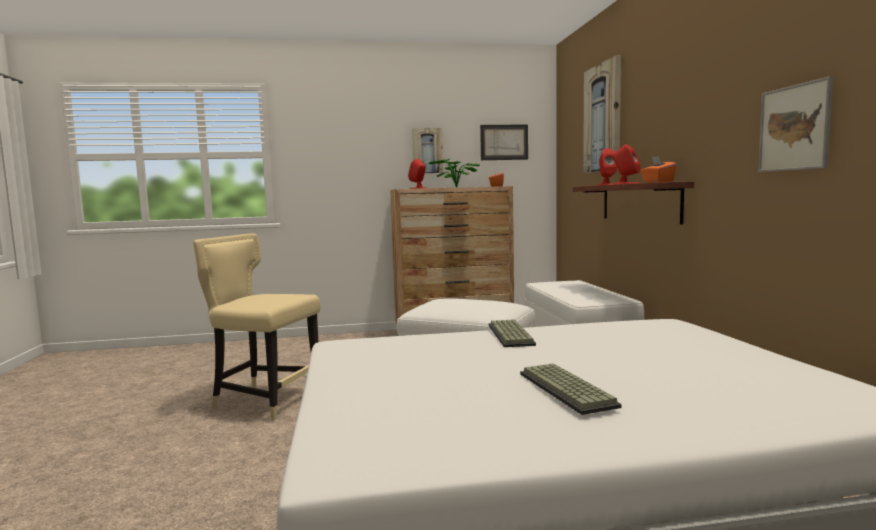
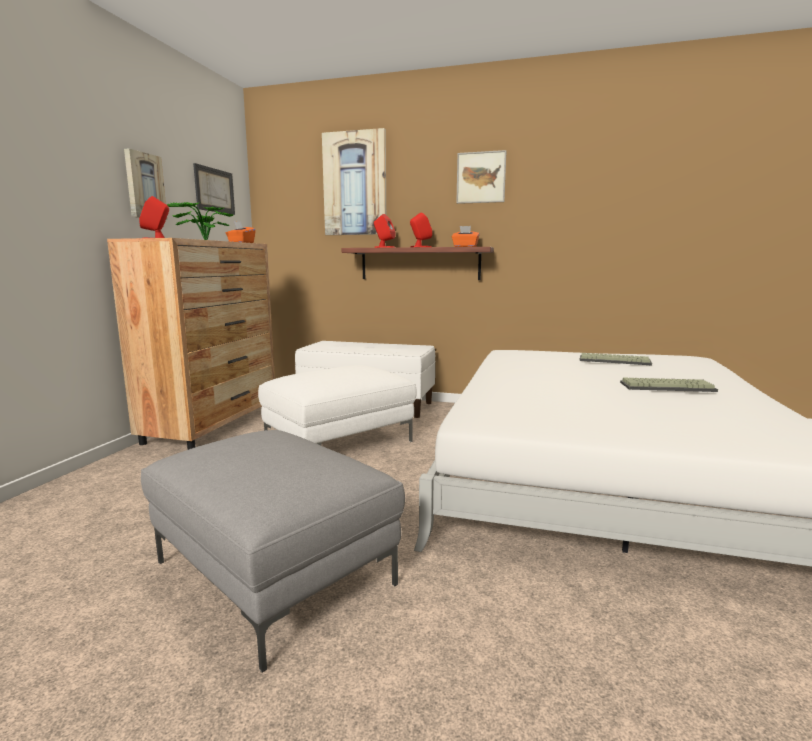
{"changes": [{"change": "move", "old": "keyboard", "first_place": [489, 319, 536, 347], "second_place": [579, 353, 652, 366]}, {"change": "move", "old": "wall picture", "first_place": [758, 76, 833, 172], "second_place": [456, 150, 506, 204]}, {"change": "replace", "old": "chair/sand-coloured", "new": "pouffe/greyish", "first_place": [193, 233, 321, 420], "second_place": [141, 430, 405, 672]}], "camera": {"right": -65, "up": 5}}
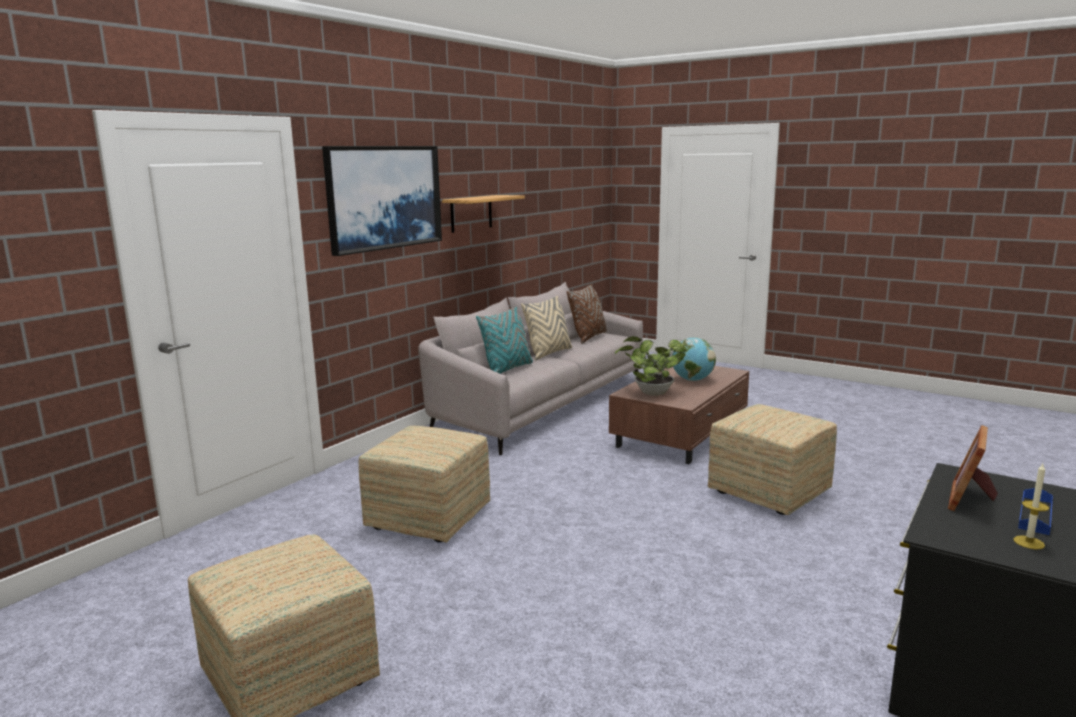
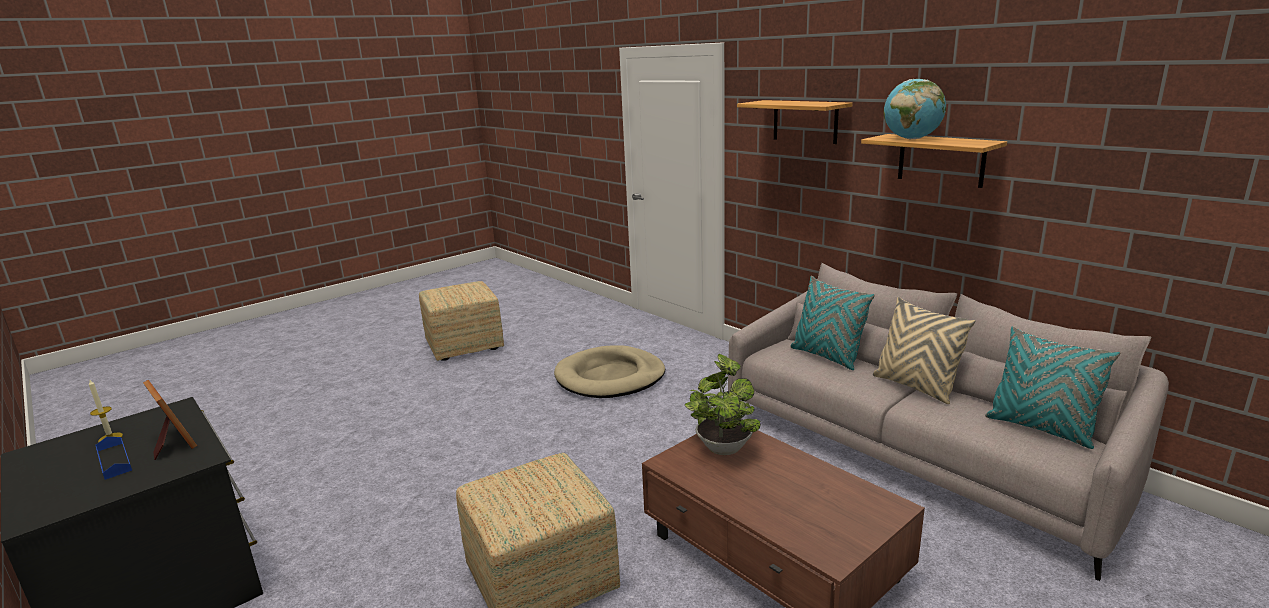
{"changes": [{"change": "move", "old": "globe", "first_place": [672, 337, 716, 381], "second_place": [884, 79, 946, 139]}, {"change": "replace", "old": "wall picture", "new": "shelf", "first_place": [322, 146, 442, 256], "second_place": [737, 100, 852, 144]}, {"change": "replace", "old": "pouffe", "new": "dog cushion/sand-coloured", "first_place": [359, 426, 490, 543], "second_place": [554, 345, 665, 398]}, {"change": "recolor", "old": "pillow/brown-coloured", "new": "pillow/blue-green", "first_place": [567, 284, 607, 344], "second_place": [985, 326, 1120, 449]}], "camera": {"right": 105, "up": 5}}
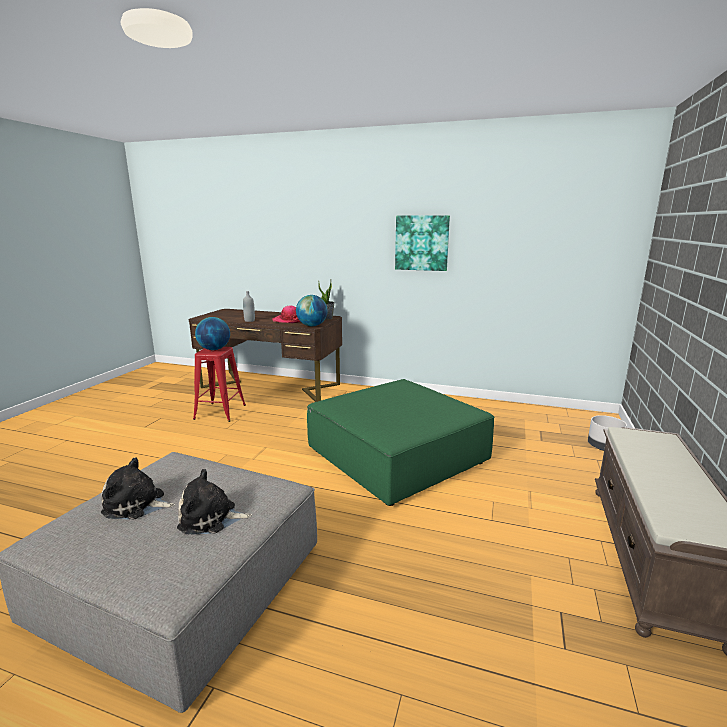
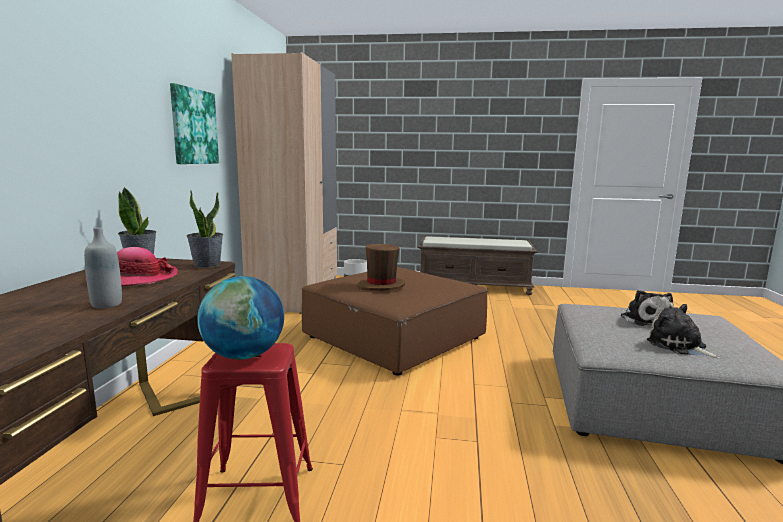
{"changes": [{"change": "insert", "new": "wardrobe/sand-coloured", "second_place": [231, 52, 337, 313]}, {"change": "insert", "new": "hat/brown-coloured", "second_place": [358, 244, 405, 291]}, {"change": "replace", "old": "globe", "new": "plant in a pot", "first_place": [296, 295, 328, 326], "second_place": [187, 191, 223, 268]}, {"change": "recolor", "old": "pouffe/green", "new": "pouffe/brown-coloured", "first_place": [307, 379, 494, 506], "second_place": [302, 267, 488, 376]}, {"change": "rotate", "old": "plush toy", "first_place": [101, 457, 175, 520], "second_place": [647, 304, 721, 358], "degrees": 150}], "camera": {"right": -100, "up": -5}}
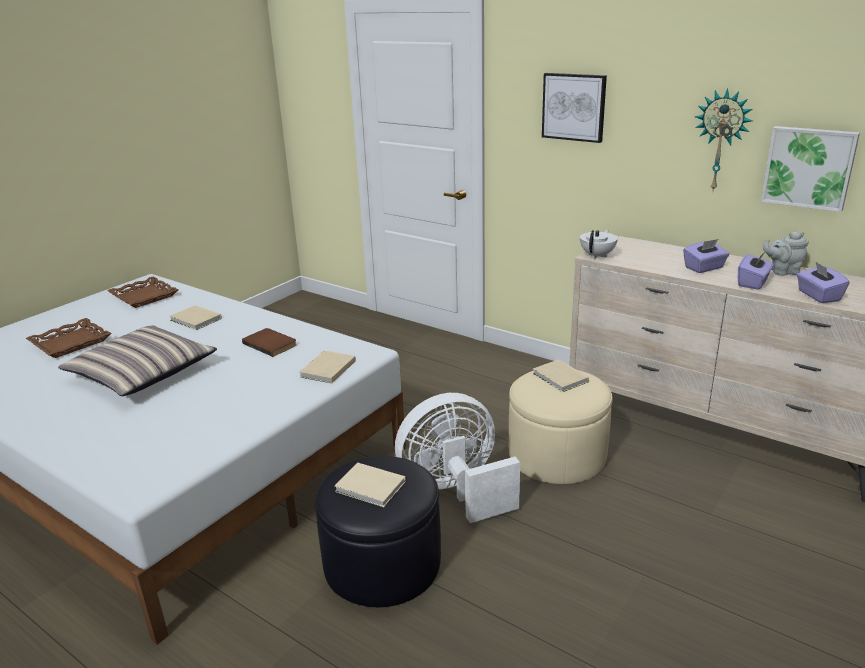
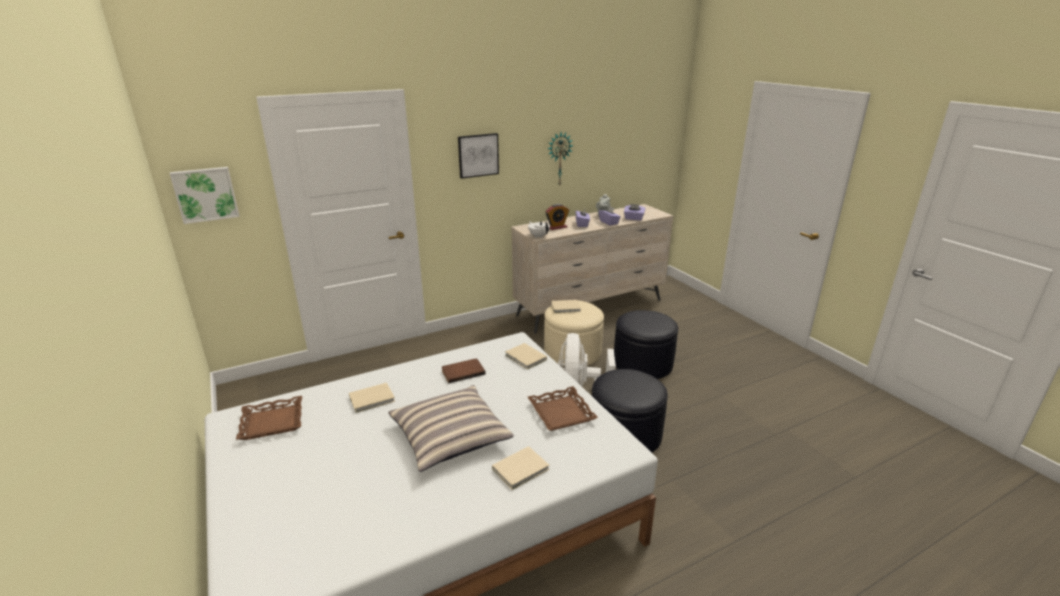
{"changes": [{"change": "insert", "new": "table clock", "second_place": [545, 204, 569, 230]}, {"change": "insert", "new": "pouffe/black", "second_place": [614, 310, 678, 379]}, {"change": "move", "old": "carrying tray/brown-coloured", "first_place": [26, 318, 111, 358], "second_place": [528, 386, 598, 431]}, {"change": "move", "old": "volume/sand-coloured", "first_place": [334, 462, 406, 507], "second_place": [492, 446, 549, 490]}, {"change": "move", "old": "wall picture", "first_place": [761, 126, 860, 212], "second_place": [170, 167, 240, 224]}], "camera": {"right": -65, "up": 0}}
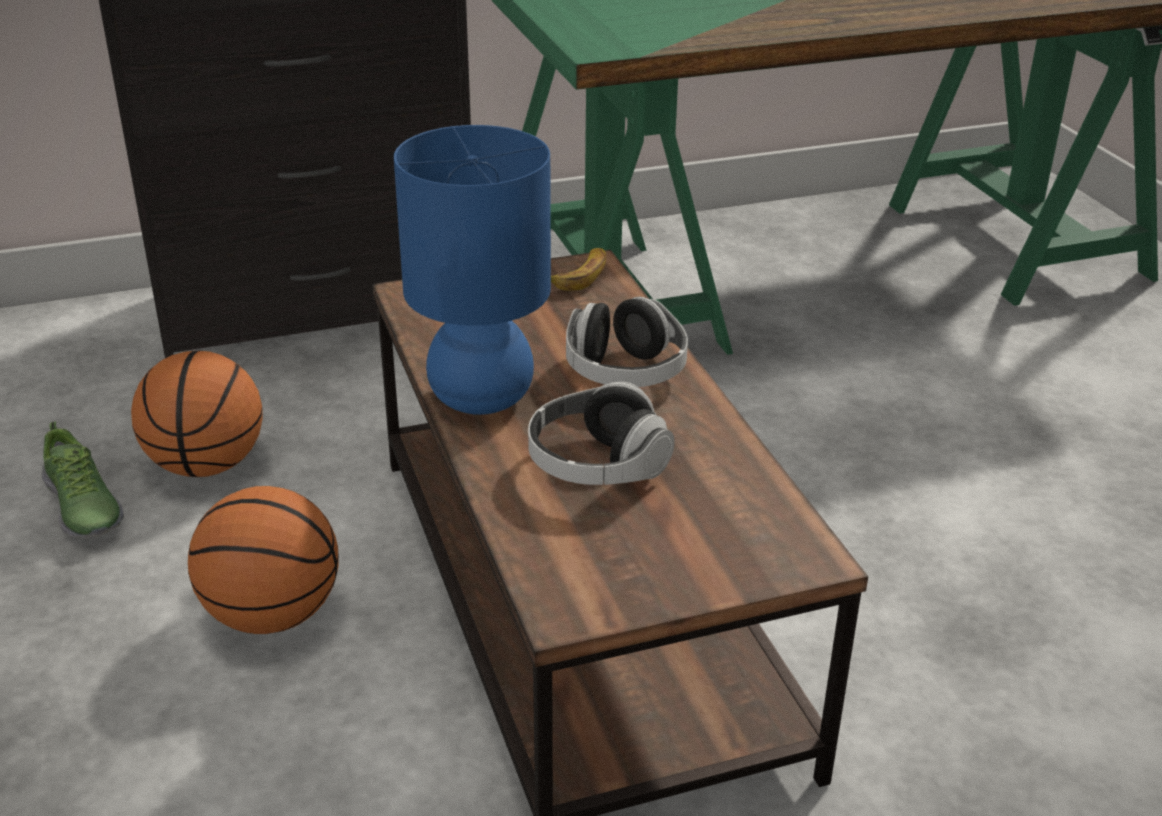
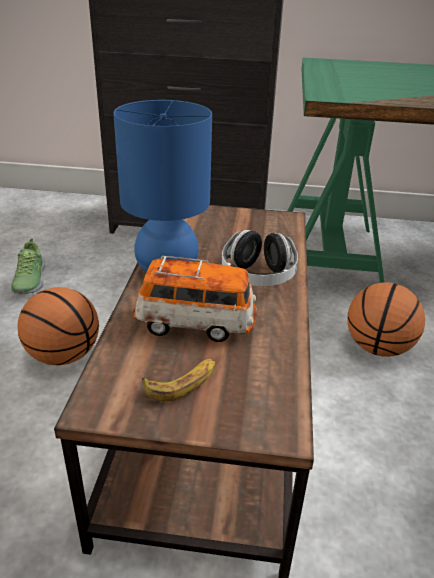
{"changes": [{"change": "move", "old": "basketball", "first_place": [131, 350, 263, 477], "second_place": [347, 282, 425, 357]}, {"change": "move", "old": "banana", "first_place": [551, 248, 606, 291], "second_place": [142, 359, 215, 402]}, {"change": "replace", "old": "pair of headphones", "new": "miniature car", "first_place": [528, 382, 675, 485], "second_place": [133, 256, 257, 342]}], "camera": {"right": 25, "up": 0}}
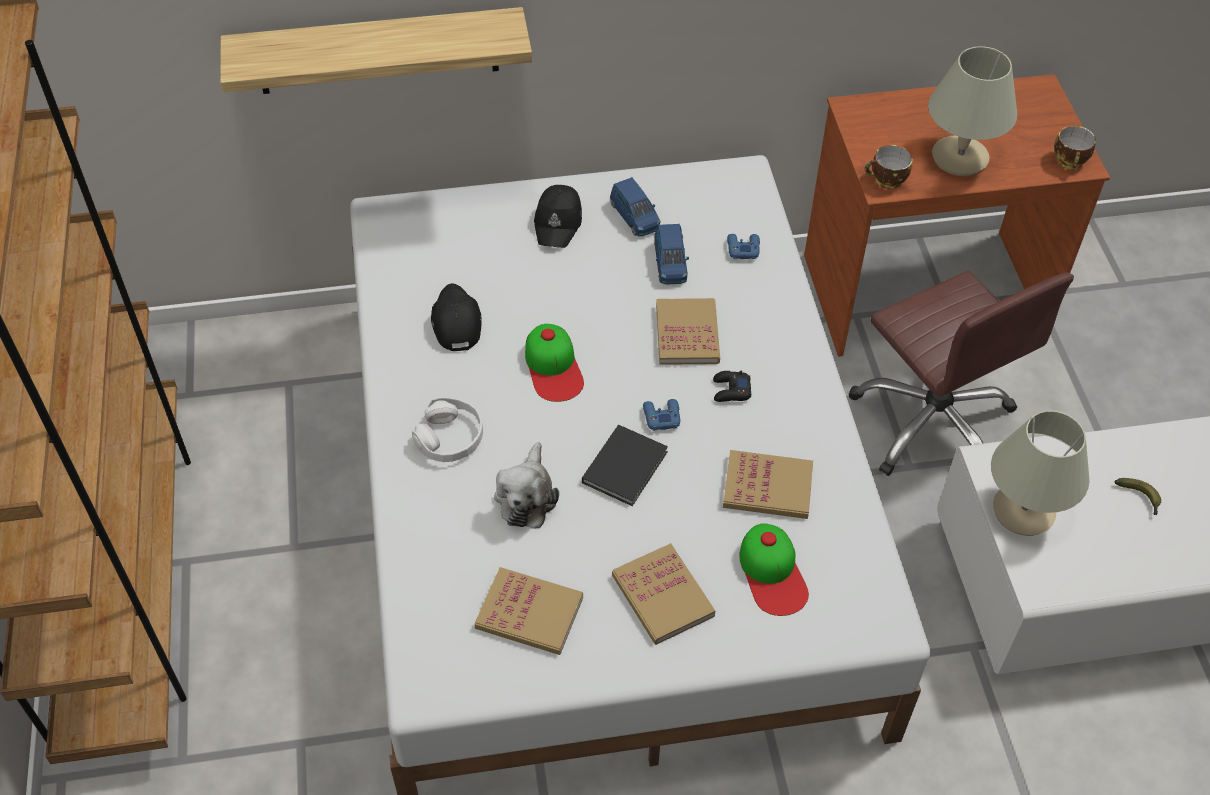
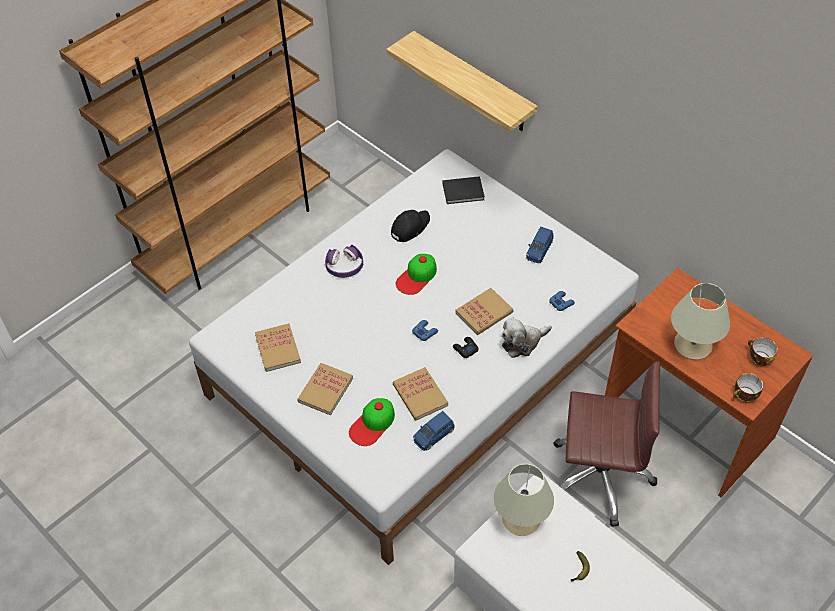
{"changes": [{"change": "delete", "old": "baseball cap/black", "first_place": [534, 185, 582, 248]}, {"change": "move", "old": "plush toy", "first_place": [494, 442, 559, 529], "second_place": [502, 318, 552, 358]}, {"change": "move", "old": "volume/black", "first_place": [582, 425, 668, 506], "second_place": [442, 176, 485, 204]}, {"change": "move", "old": "miniature car/blue-coloured", "first_place": [654, 224, 689, 285], "second_place": [413, 411, 454, 451]}, {"change": "move", "old": "small cup", "first_place": [865, 145, 913, 189], "second_place": [748, 338, 778, 366]}, {"change": "recolor", "old": "pair of headphones/white-coloured", "new": "pair of headphones/purplish", "first_place": [412, 397, 483, 462], "second_place": [325, 245, 363, 278]}, {"change": "rotate", "old": "computer chair/brown-coloured", "first_place": [849, 270, 1074, 476], "second_place": [553, 361, 660, 527], "degrees": -105}], "camera": {"right": 55, "up": 0}}
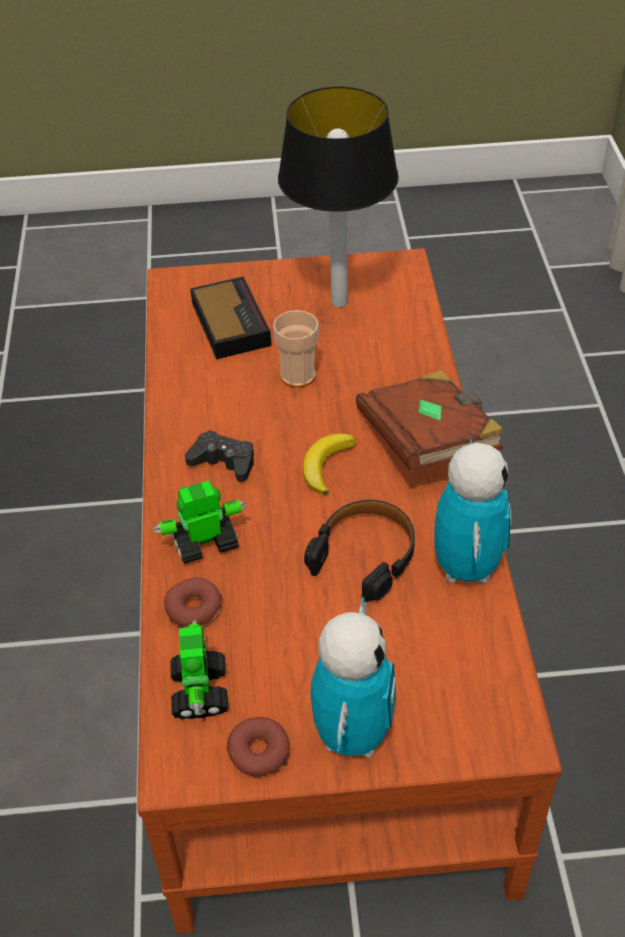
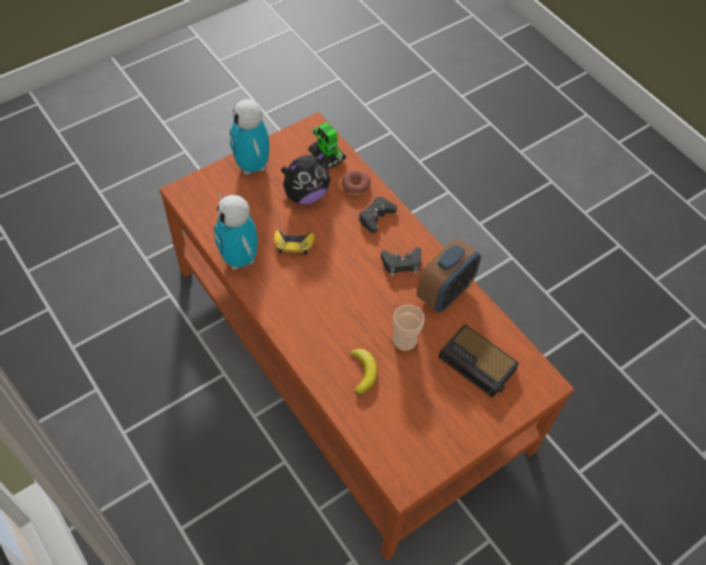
{"changes": [{"change": "delete", "old": "doughnut", "first_place": [227, 717, 290, 778]}, {"change": "delete", "old": "table lamp", "first_place": [278, 86, 399, 307]}, {"change": "delete", "old": "volume/brown-coloured", "first_place": [356, 370, 504, 472]}, {"change": "insert", "new": "plush toy", "second_place": [281, 151, 330, 204]}, {"change": "insert", "new": "table clock", "second_place": [416, 238, 481, 313]}, {"change": "move", "old": "banana", "first_place": [303, 434, 356, 495], "second_place": [350, 349, 377, 395]}, {"change": "replace", "old": "toy robot", "new": "game controller/black", "first_place": [152, 481, 247, 564], "second_place": [359, 197, 397, 233]}, {"change": "replace", "old": "pair of headphones/black", "new": "game controller/yellow", "first_place": [304, 500, 415, 602], "second_place": [274, 230, 314, 255]}], "camera": {"right": 145, "up": 10}}
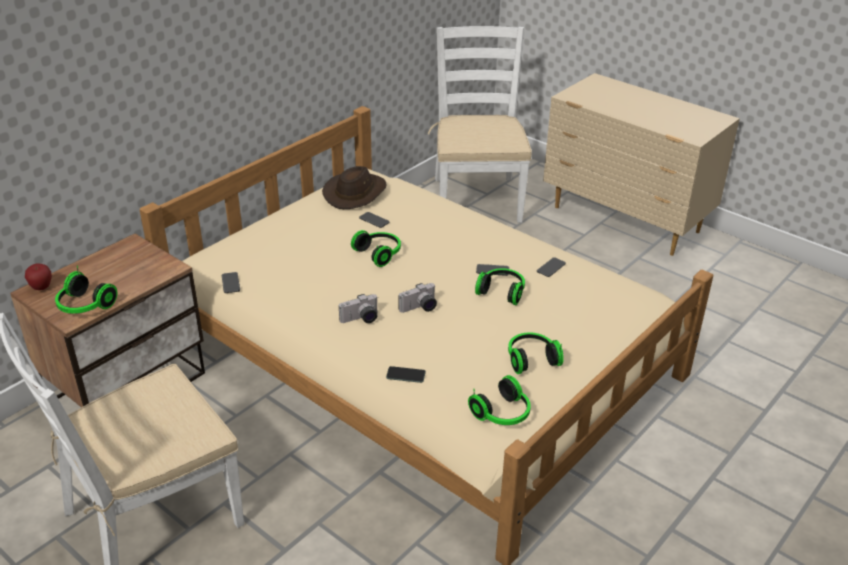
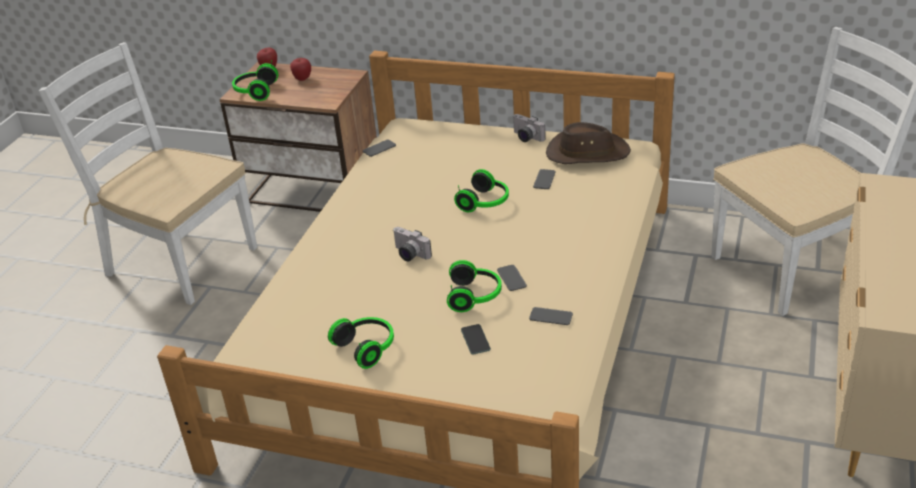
{"changes": [{"change": "delete", "old": "pair of headphones", "first_place": [468, 375, 531, 425]}, {"change": "insert", "new": "apple fruit", "second_place": [290, 58, 311, 81]}, {"change": "move", "old": "still camera", "first_place": [339, 294, 377, 323], "second_place": [513, 114, 546, 142]}, {"change": "move", "old": "telephone", "first_place": [386, 366, 426, 383], "second_place": [461, 324, 491, 355]}], "camera": {"right": 70, "up": 0}}
